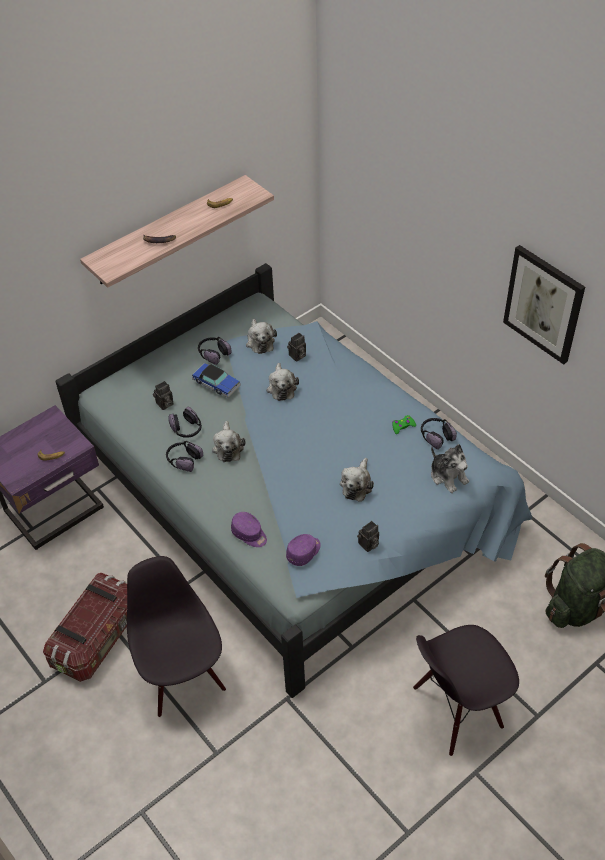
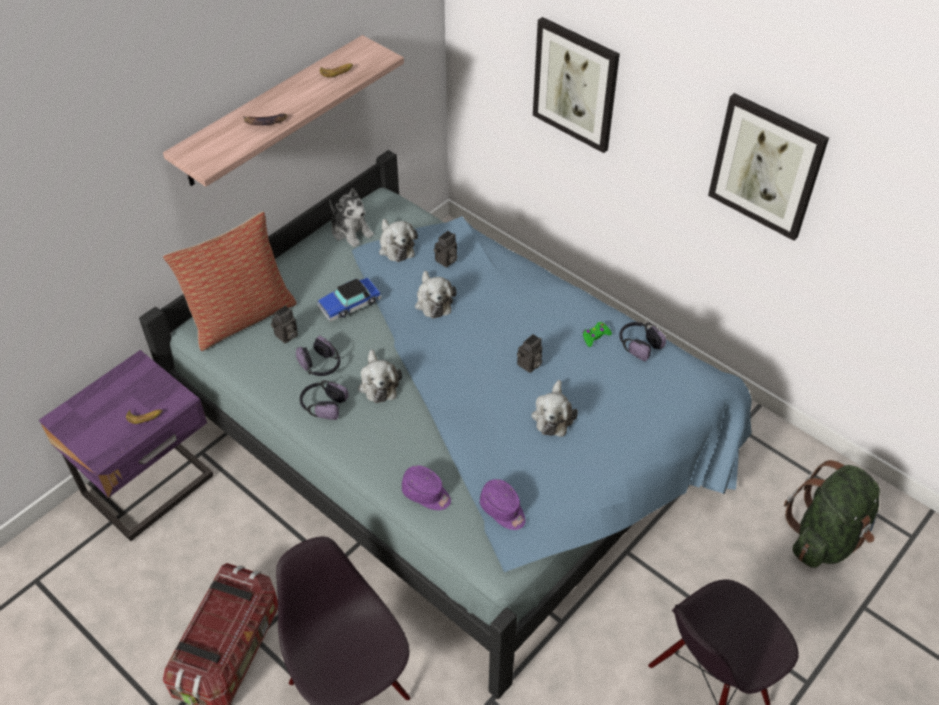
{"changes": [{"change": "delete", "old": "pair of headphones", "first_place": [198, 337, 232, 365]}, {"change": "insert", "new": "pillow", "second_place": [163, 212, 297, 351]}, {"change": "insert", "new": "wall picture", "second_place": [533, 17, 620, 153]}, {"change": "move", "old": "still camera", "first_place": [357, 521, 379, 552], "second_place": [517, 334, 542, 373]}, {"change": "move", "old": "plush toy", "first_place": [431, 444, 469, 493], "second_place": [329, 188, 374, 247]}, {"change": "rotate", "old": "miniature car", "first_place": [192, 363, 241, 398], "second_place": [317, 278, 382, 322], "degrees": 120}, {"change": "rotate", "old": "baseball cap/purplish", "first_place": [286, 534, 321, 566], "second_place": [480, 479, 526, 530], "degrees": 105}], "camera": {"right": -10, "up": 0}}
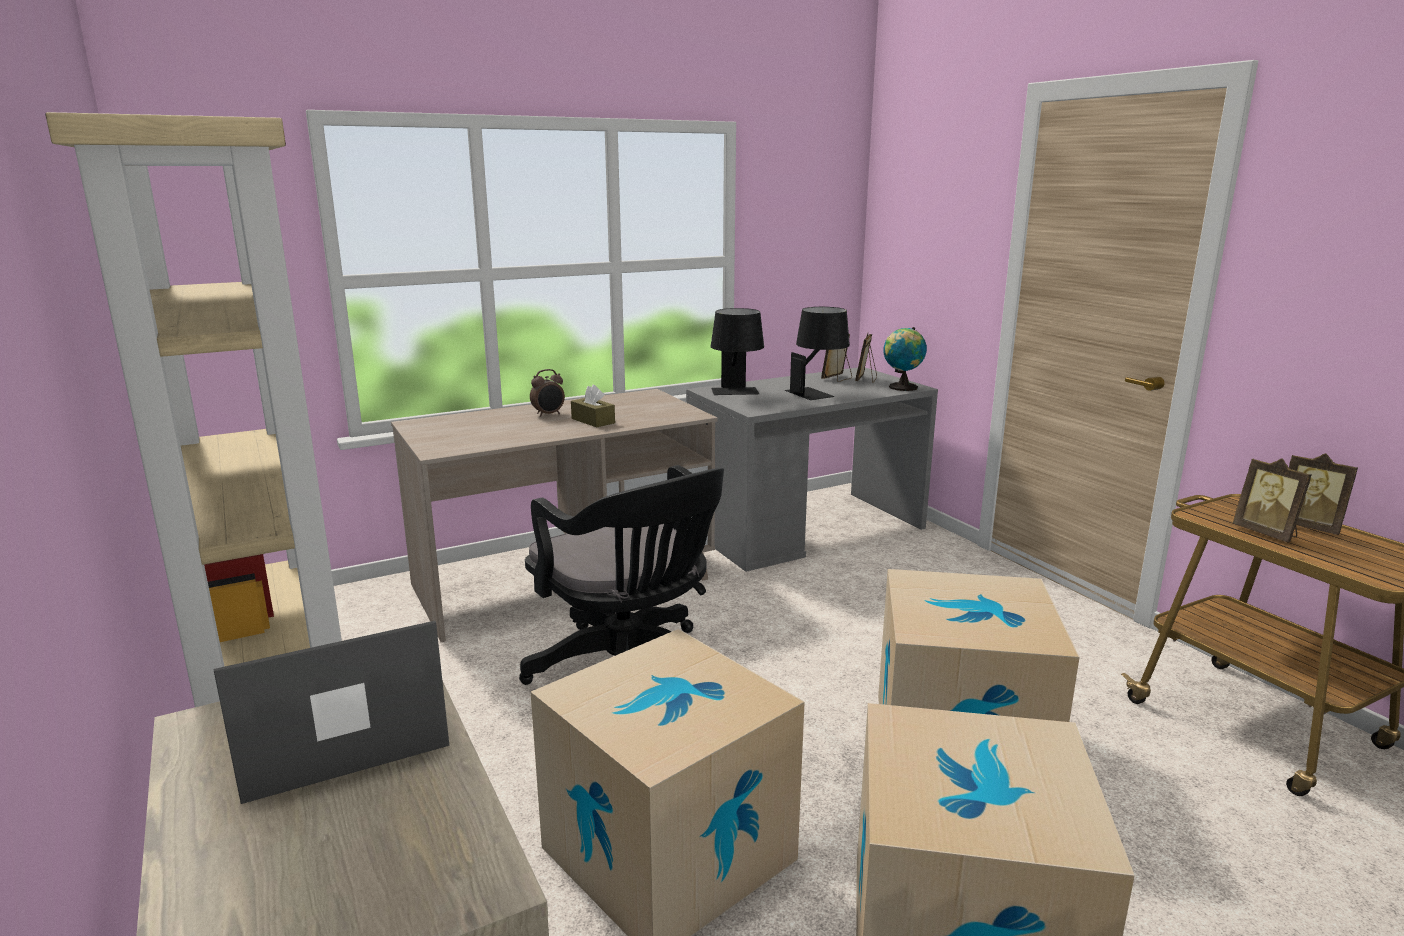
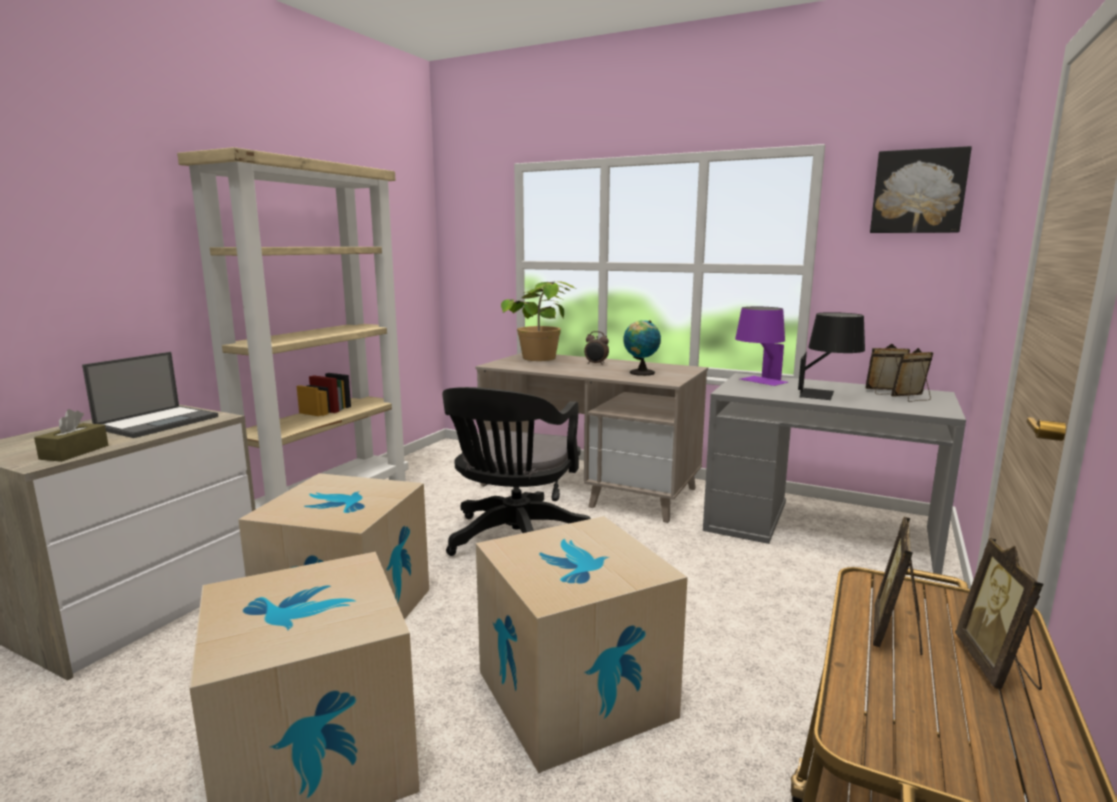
{"changes": [{"change": "insert", "new": "plant in a pot", "second_place": [501, 281, 575, 361]}, {"change": "insert", "new": "wall picture", "second_place": [870, 146, 972, 233]}, {"change": "move", "old": "tissue holder/brown-coloured", "first_place": [571, 385, 615, 427], "second_place": [34, 409, 108, 462]}, {"change": "move", "old": "globe", "first_place": [883, 327, 927, 391], "second_place": [623, 320, 661, 376]}, {"change": "recolor", "old": "table lamp/black", "new": "table lamp/purplish", "first_place": [711, 308, 764, 395], "second_place": [735, 306, 788, 386]}, {"change": "rotate", "old": "notebook computer", "first_place": [214, 621, 449, 804], "second_place": [82, 352, 218, 438], "degrees": 90}], "camera": {"right": 55, "up": -5}}
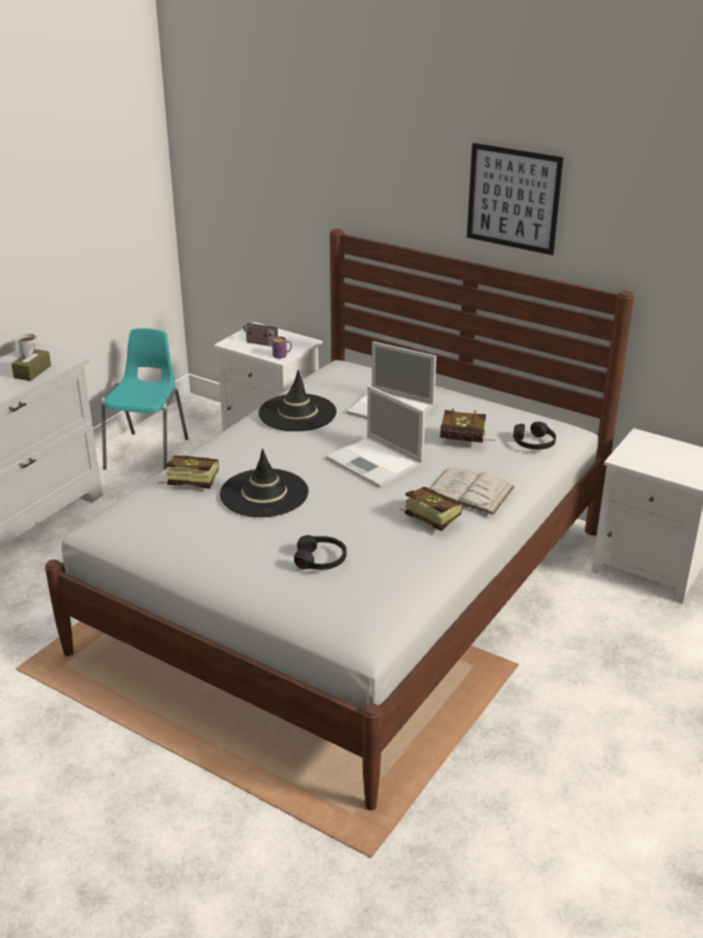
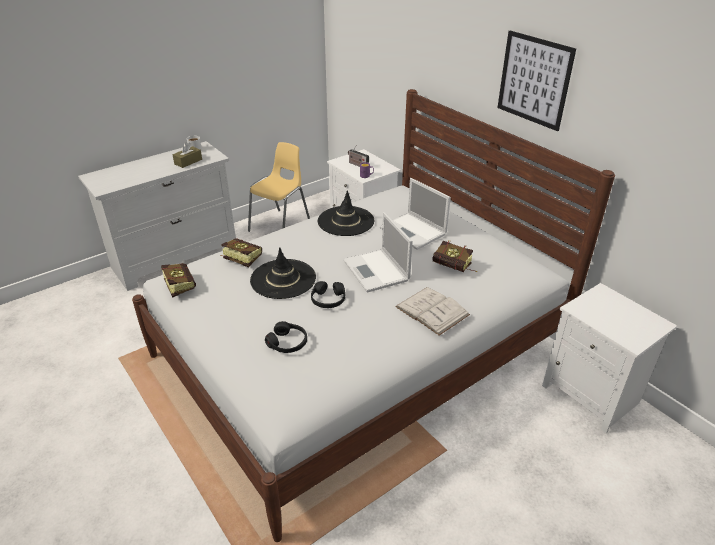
{"changes": [{"change": "move", "old": "volume", "first_place": [400, 487, 463, 531], "second_place": [161, 263, 196, 298]}, {"change": "move", "old": "pair of headphones/black", "first_place": [513, 422, 556, 450], "second_place": [311, 281, 345, 308]}, {"change": "recolor", "old": "chair/blue-green", "new": "chair/yellow", "first_place": [101, 328, 188, 470], "second_place": [248, 142, 310, 232]}], "camera": {"right": 20, "up": 5}}
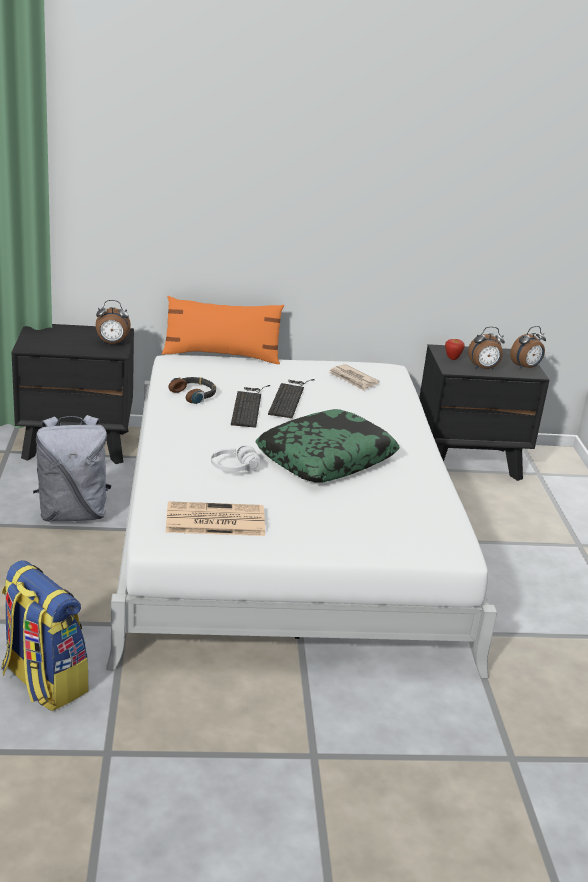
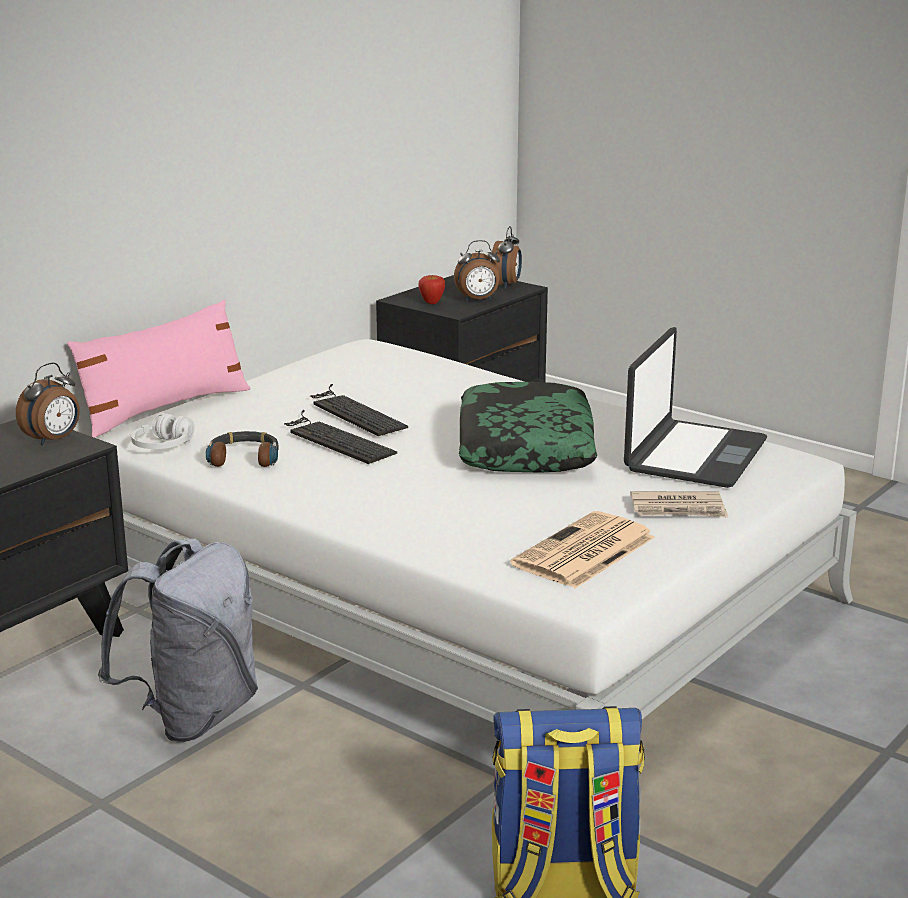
{"changes": [{"change": "insert", "new": "notebook computer", "second_place": [624, 327, 767, 488]}, {"change": "move", "old": "pair of headphones/white-coloured", "first_place": [211, 445, 261, 472], "second_place": [131, 413, 195, 449]}, {"change": "move", "old": "daily paper", "first_place": [328, 364, 380, 391], "second_place": [630, 491, 728, 517]}, {"change": "recolor", "old": "pillow/orange-coloured", "new": "pillow/pinkish", "first_place": [162, 296, 284, 364], "second_place": [67, 300, 250, 438]}, {"change": "rotate", "old": "table clock", "first_place": [468, 326, 505, 369], "second_place": [454, 240, 500, 301], "degrees": 45}], "camera": {"right": -45, "up": -5}}
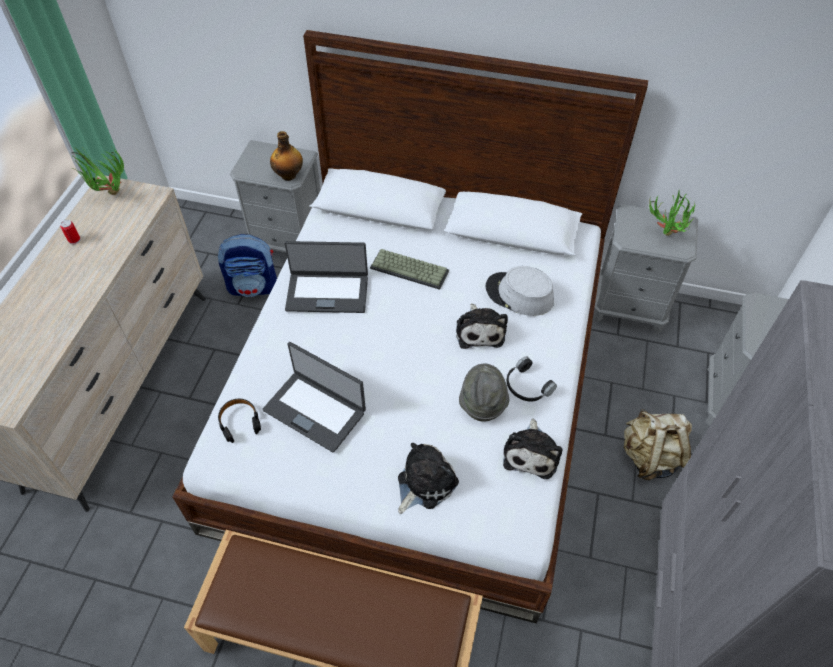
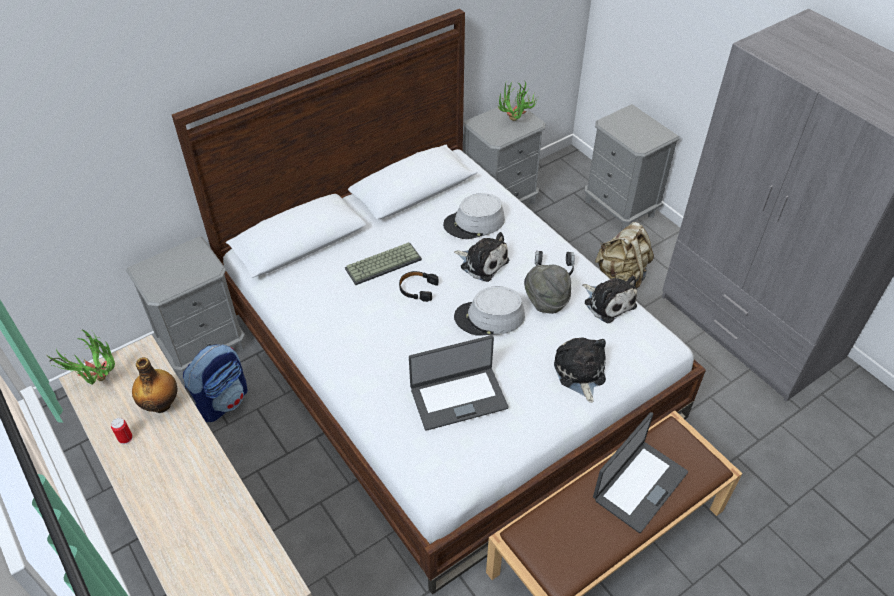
{"changes": [{"change": "insert", "new": "hat/greyish", "second_place": [454, 286, 525, 335]}, {"change": "move", "old": "pair of headphones/black", "first_place": [218, 399, 261, 443], "second_place": [399, 271, 439, 302]}, {"change": "move", "old": "beverage bottle", "first_place": [270, 131, 303, 181], "second_place": [132, 357, 177, 413]}, {"change": "move", "old": "notebook computer", "first_place": [285, 241, 368, 313], "second_place": [593, 412, 688, 533]}], "camera": {"right": -50, "up": -5}}
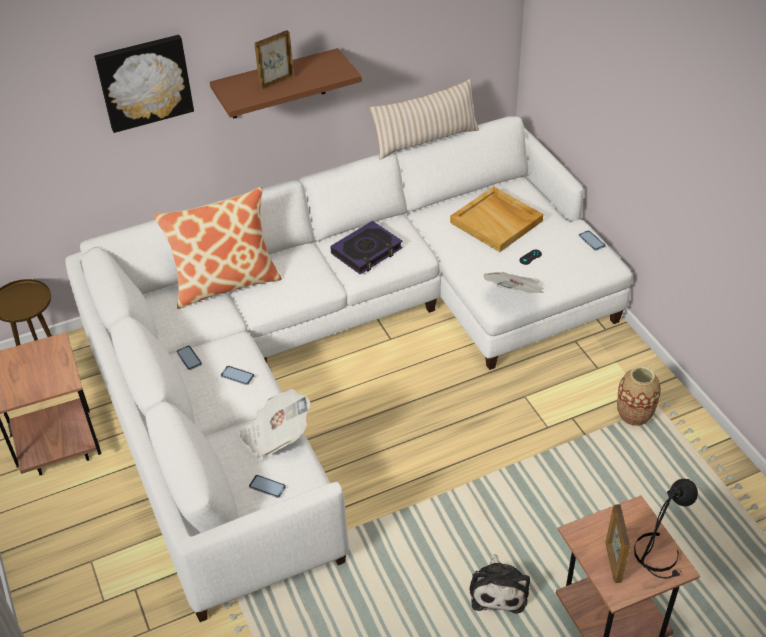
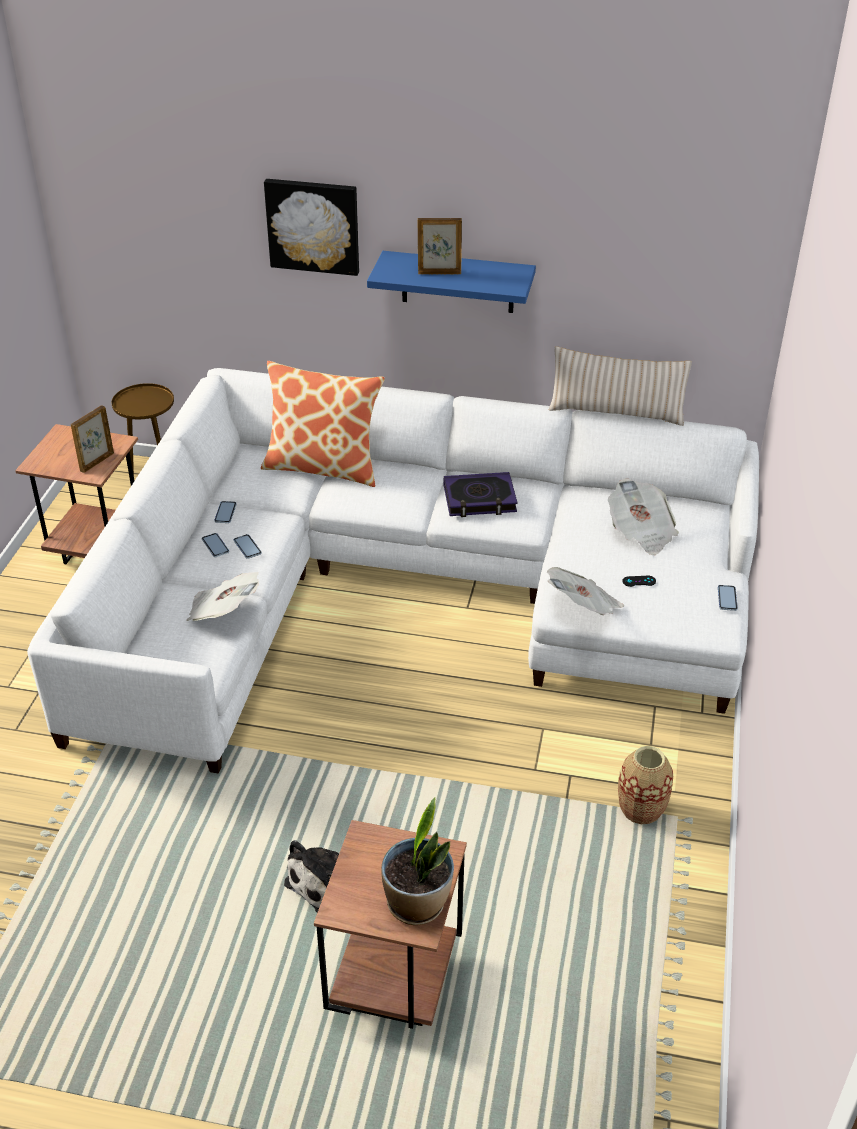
{"changes": [{"change": "move", "old": "telephone", "first_place": [249, 475, 286, 498], "second_place": [202, 533, 229, 557]}, {"change": "move", "old": "picture frame", "first_place": [606, 504, 630, 583], "second_place": [71, 405, 114, 473]}, {"change": "replace", "old": "carrying tray/sand-coloured", "new": "daily paper", "first_place": [450, 186, 543, 252], "second_place": [608, 478, 679, 555]}, {"change": "replace", "old": "table lamp/black", "new": "plant in a pot", "first_place": [634, 479, 698, 579], "second_place": [381, 797, 454, 925]}, {"change": "recolor", "old": "shelf/brown-coloured", "new": "shelf/blue-coloured", "first_place": [210, 48, 362, 119], "second_place": [367, 251, 536, 313]}], "camera": {"right": 35, "up": -5}}
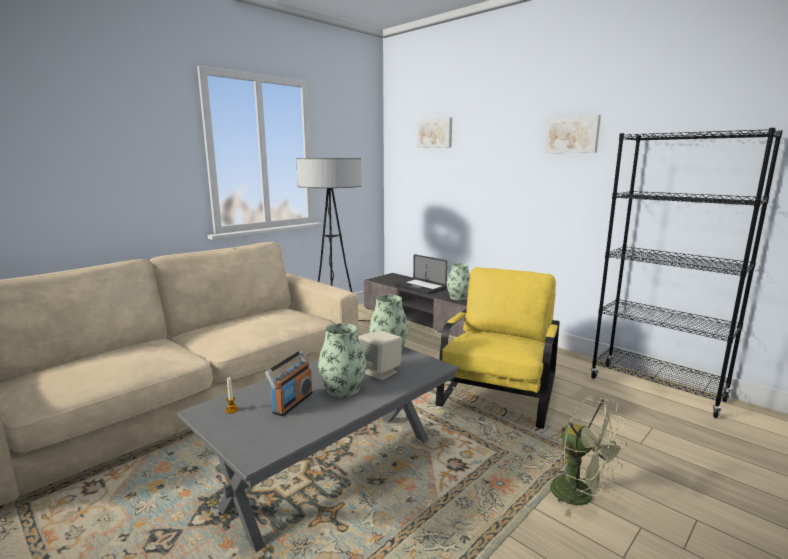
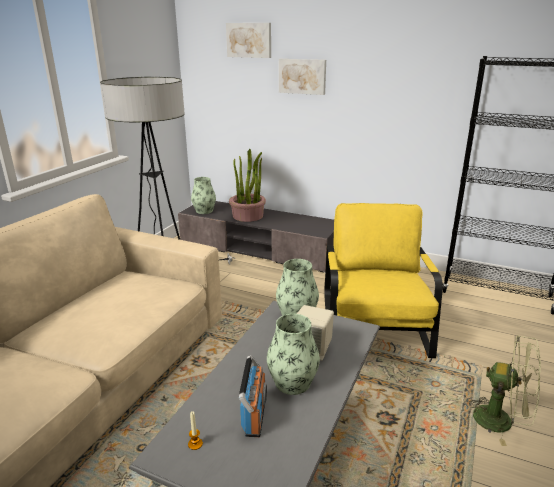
{"changes": [{"change": "move", "old": "decorative vase", "first_place": [447, 263, 470, 301], "second_place": [191, 177, 216, 214]}, {"change": "move", "old": "wall picture", "first_place": [544, 115, 601, 153], "second_place": [279, 59, 326, 95]}, {"change": "replace", "old": "notebook computer", "new": "plant in a pot", "first_place": [397, 254, 447, 294], "second_place": [229, 149, 266, 222]}], "camera": {"right": -20, "up": 10}}
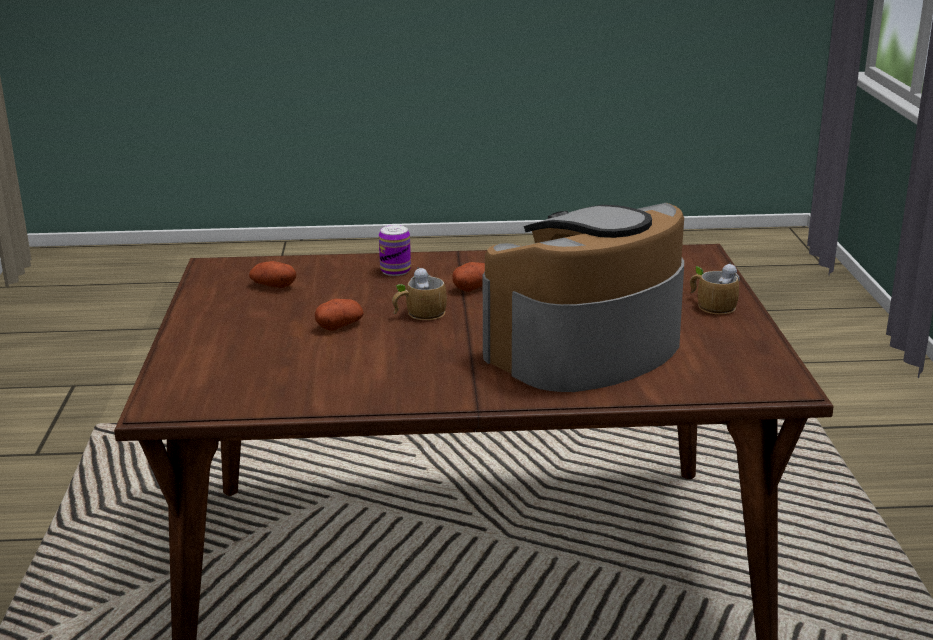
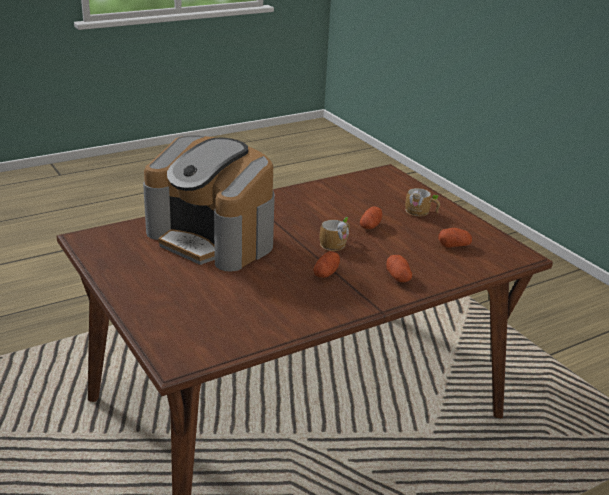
{"changes": [{"change": "move", "old": "tea mug", "first_place": [690, 262, 740, 314], "second_place": [405, 188, 440, 216]}, {"change": "replace", "old": "can", "new": "spud", "first_place": [379, 225, 411, 276], "second_place": [386, 255, 412, 282]}, {"change": "rotate", "old": "coffee machine", "first_place": [483, 203, 684, 392], "second_place": [143, 135, 275, 272], "degrees": 105}], "camera": {"right": 150, "up": 5}}
